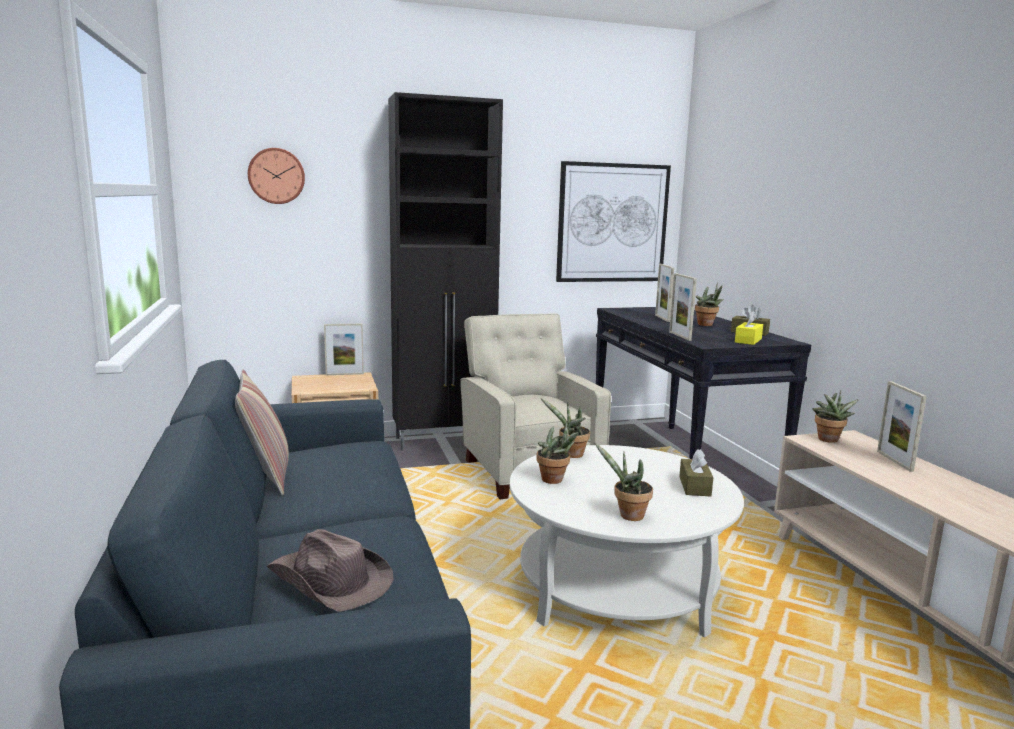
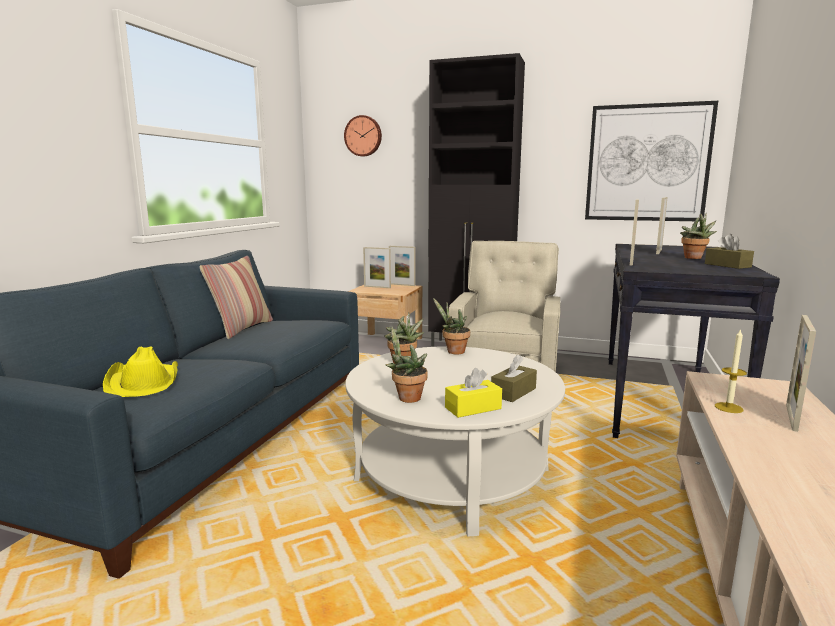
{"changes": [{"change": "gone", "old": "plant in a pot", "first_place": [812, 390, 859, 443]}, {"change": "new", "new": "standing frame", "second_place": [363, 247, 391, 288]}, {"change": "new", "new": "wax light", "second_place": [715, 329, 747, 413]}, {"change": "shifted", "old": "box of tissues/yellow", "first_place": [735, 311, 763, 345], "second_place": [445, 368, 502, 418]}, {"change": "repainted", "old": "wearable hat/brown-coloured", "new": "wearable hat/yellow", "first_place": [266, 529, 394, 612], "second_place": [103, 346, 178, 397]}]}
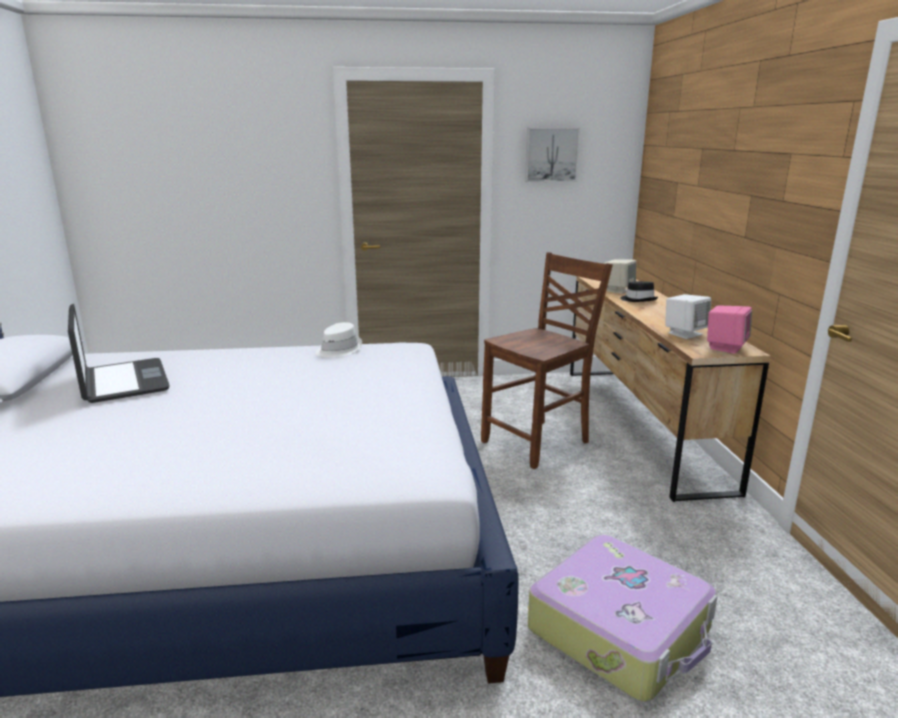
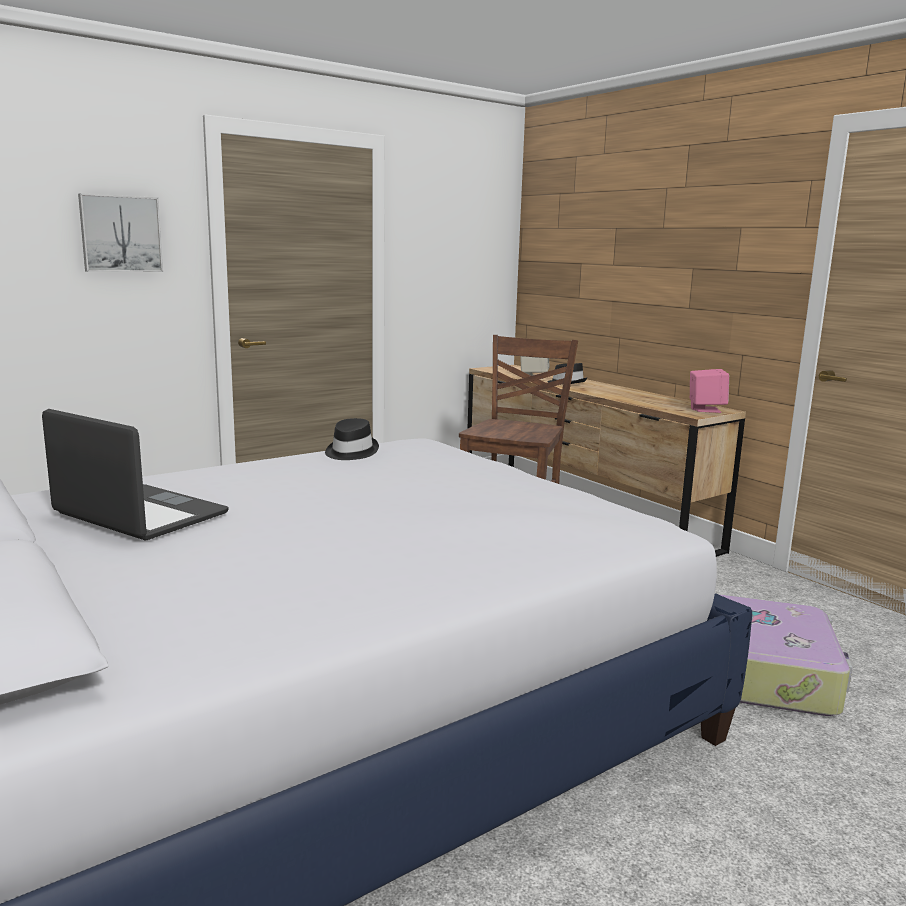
{"changes": [{"change": "gone", "old": "audio speaker/white", "first_place": [665, 294, 711, 339]}, {"change": "shifted", "old": "wall picture", "first_place": [525, 128, 580, 182], "second_place": [78, 193, 163, 272]}, {"change": "repainted", "old": "wearable hat/white", "new": "wearable hat/black-coloured", "first_place": [316, 322, 362, 357], "second_place": [325, 418, 379, 460]}]}
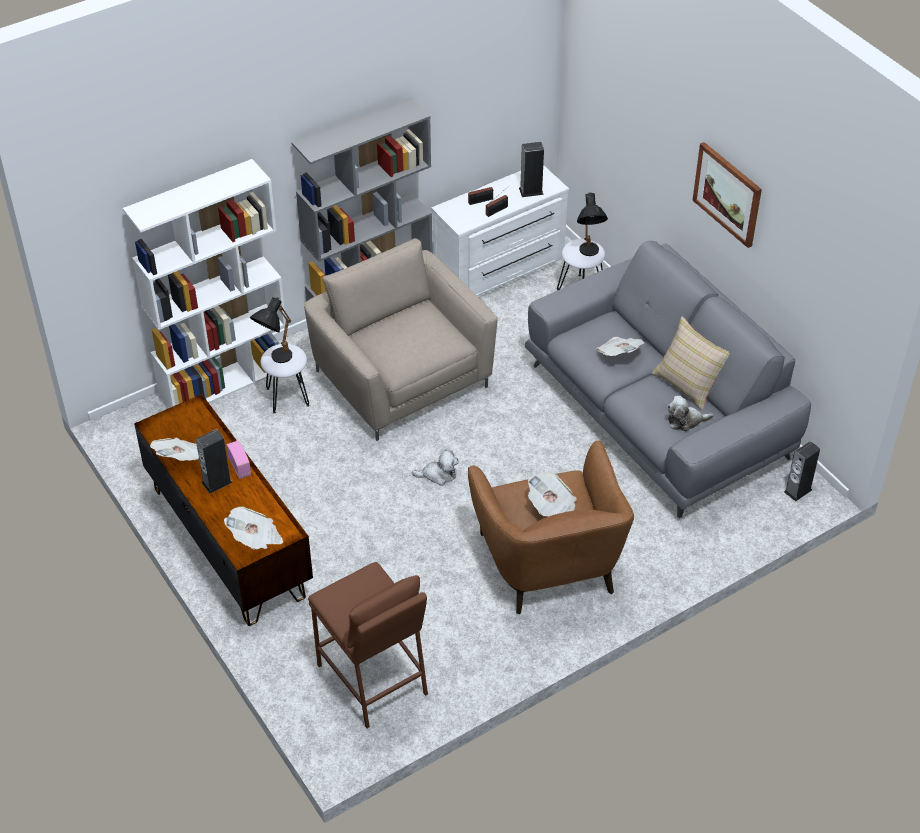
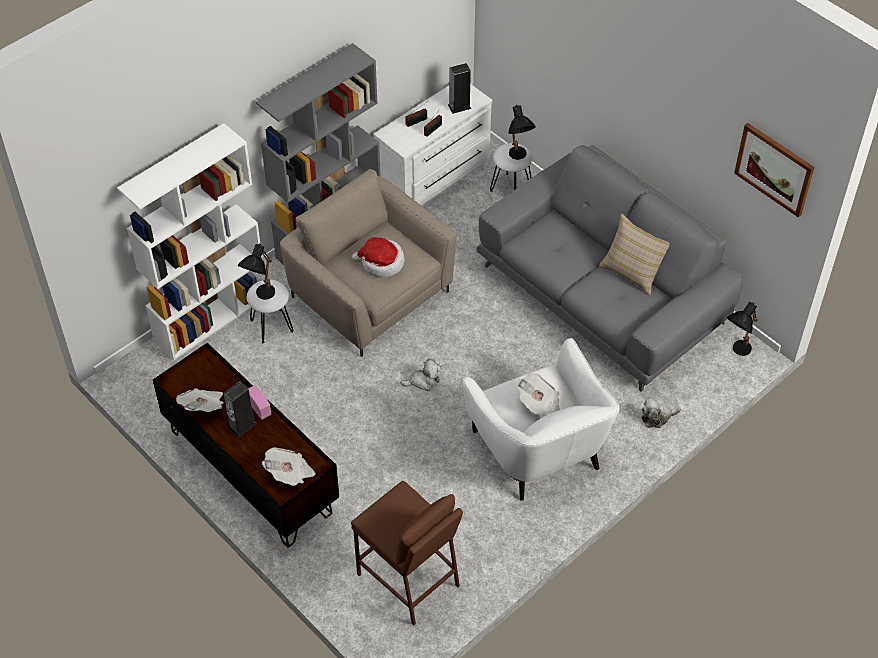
{"changes": [{"change": "gone", "old": "printed paper", "first_place": [596, 337, 644, 356]}, {"change": "new", "new": "wearable hat", "second_place": [352, 237, 405, 278]}, {"change": "shifted", "old": "cuddly toy", "first_place": [667, 396, 714, 431], "second_place": [641, 398, 681, 428]}, {"change": "shifted", "old": "wall picture", "first_place": [692, 142, 762, 248], "second_place": [734, 123, 815, 217]}, {"change": "swapped", "old": "audio speaker", "new": "lamp for a table/black-coloured", "first_place": [784, 441, 820, 502], "second_place": [726, 302, 757, 356]}, {"change": "repainted", "old": "armchair/brown-coloured", "new": "armchair/white", "first_place": [468, 441, 634, 614], "second_place": [461, 338, 620, 501]}]}
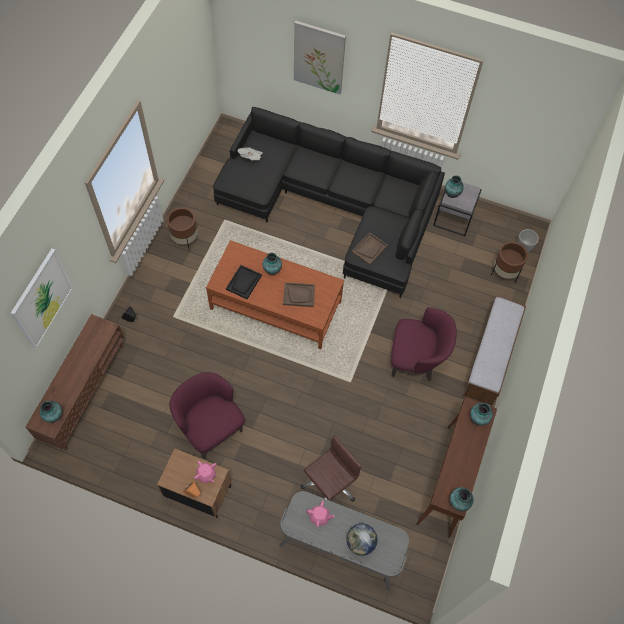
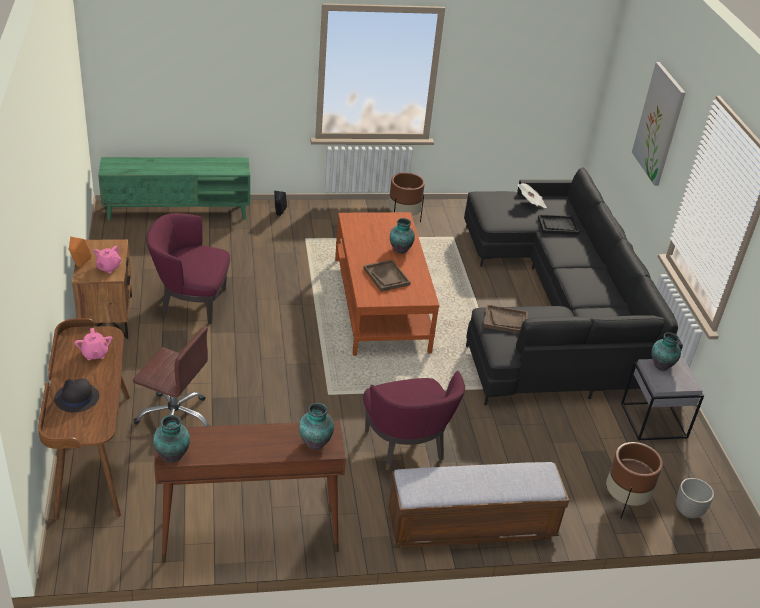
{"changes": [{"change": "gone", "old": "wall picture", "first_place": [11, 248, 73, 349]}, {"change": "gone", "old": "flower vase", "first_place": [40, 401, 62, 423]}, {"change": "shifted", "old": "tray/black-coloured", "first_place": [226, 265, 262, 299], "second_place": [538, 214, 580, 235]}, {"change": "swapped", "old": "world globe", "new": "wearable hat/black-coloured", "first_place": [347, 524, 378, 556], "second_place": [54, 378, 99, 412]}, {"change": "repainted", "old": "media console/brown-coloured", "new": "media console/greenish", "first_place": [26, 314, 124, 450], "second_place": [98, 157, 250, 220]}, {"change": "repainted", "old": "desk/gray", "new": "desk/brown-coloured", "first_place": [279, 491, 409, 591], "second_place": [38, 318, 130, 520]}, {"change": "rotated", "old": "armchair/purplish", "first_place": [169, 372, 245, 459], "second_place": [146, 213, 230, 324], "degrees": -105}]}
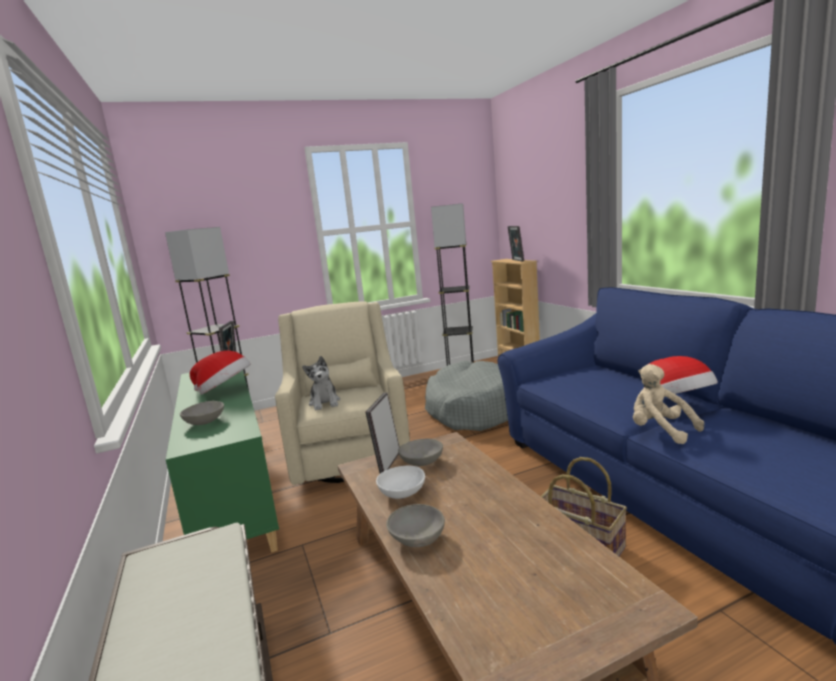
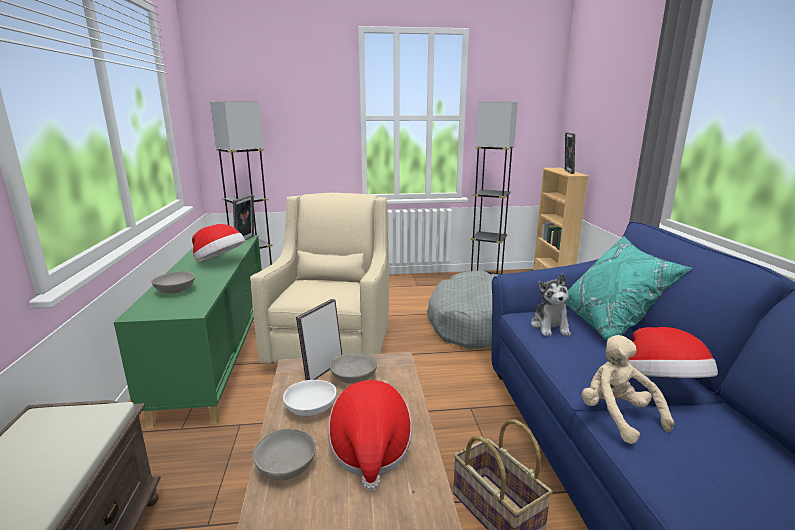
{"changes": [{"change": "new", "new": "wearable hat", "second_place": [328, 380, 412, 490]}, {"change": "new", "new": "throw pillow/blue-green", "second_place": [566, 237, 692, 341]}, {"change": "shifted", "old": "cuddly toy", "first_place": [302, 356, 340, 410], "second_place": [531, 274, 571, 336]}]}
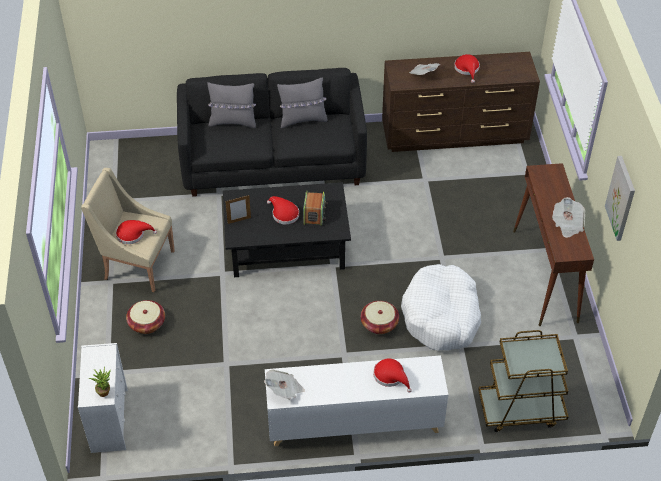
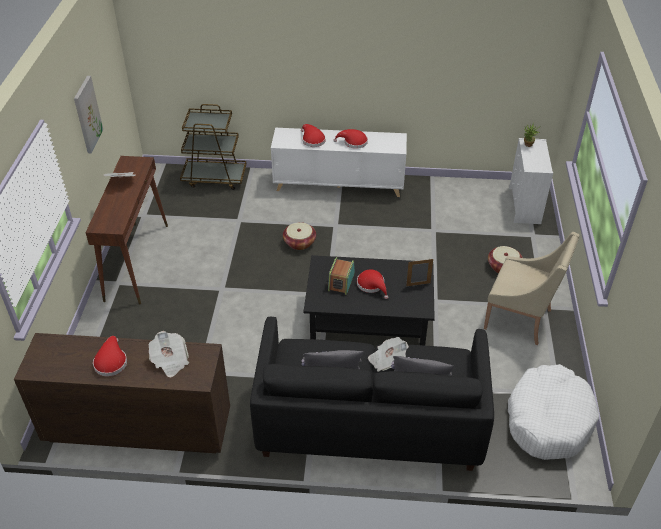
{"changes": [{"change": "shifted", "old": "wearable hat/red", "first_place": [116, 220, 157, 244], "second_place": [333, 129, 368, 149]}, {"change": "shifted", "old": "printed paper", "first_place": [264, 369, 305, 399], "second_place": [368, 337, 409, 372]}, {"change": "shifted", "old": "pet bed/white", "first_place": [401, 264, 481, 351], "second_place": [508, 364, 599, 460]}]}
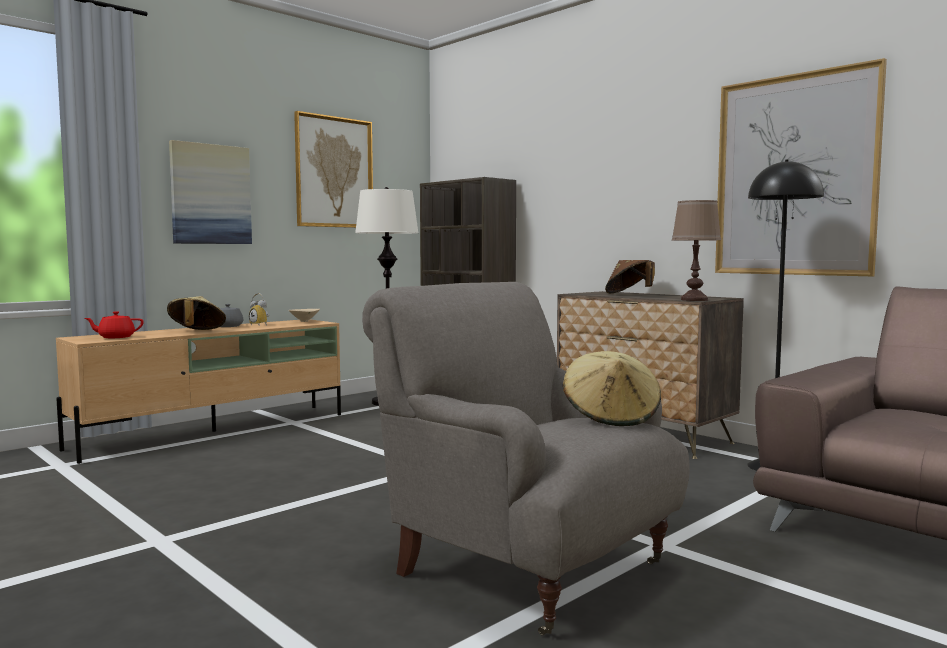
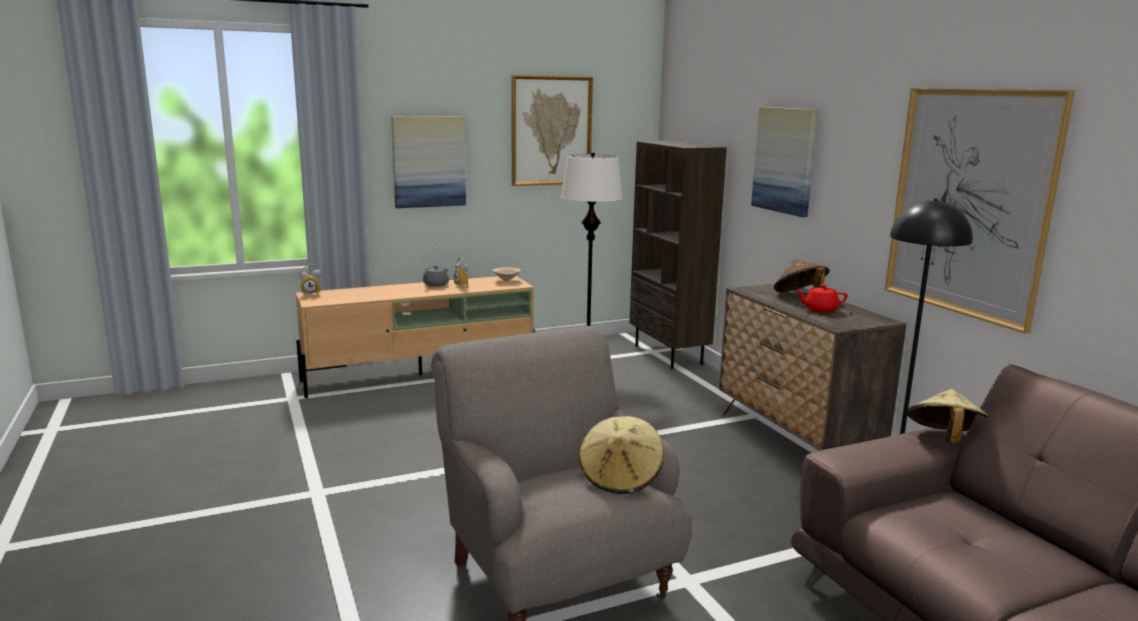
{"changes": [{"change": "gone", "old": "lamp for a table/brown-coloured", "first_place": [672, 200, 721, 301]}, {"change": "new", "new": "alarm clock", "second_place": [299, 264, 321, 296]}, {"change": "new", "new": "wall picture", "second_place": [751, 107, 818, 217]}, {"change": "shifted", "old": "tea pot/red", "first_place": [85, 311, 144, 338], "second_place": [796, 284, 847, 313]}, {"change": "shifted", "old": "wearable hat/beige-coloured", "first_place": [167, 296, 226, 330], "second_place": [906, 389, 988, 444]}]}
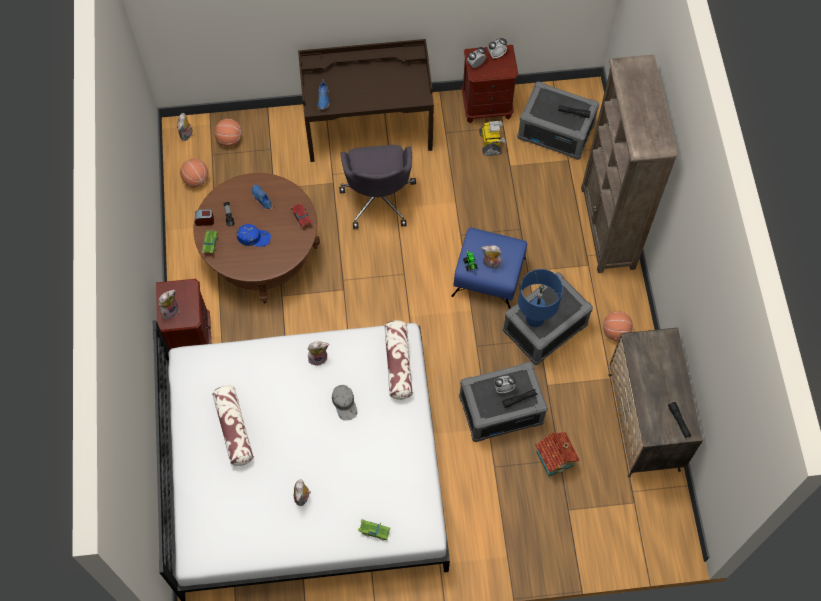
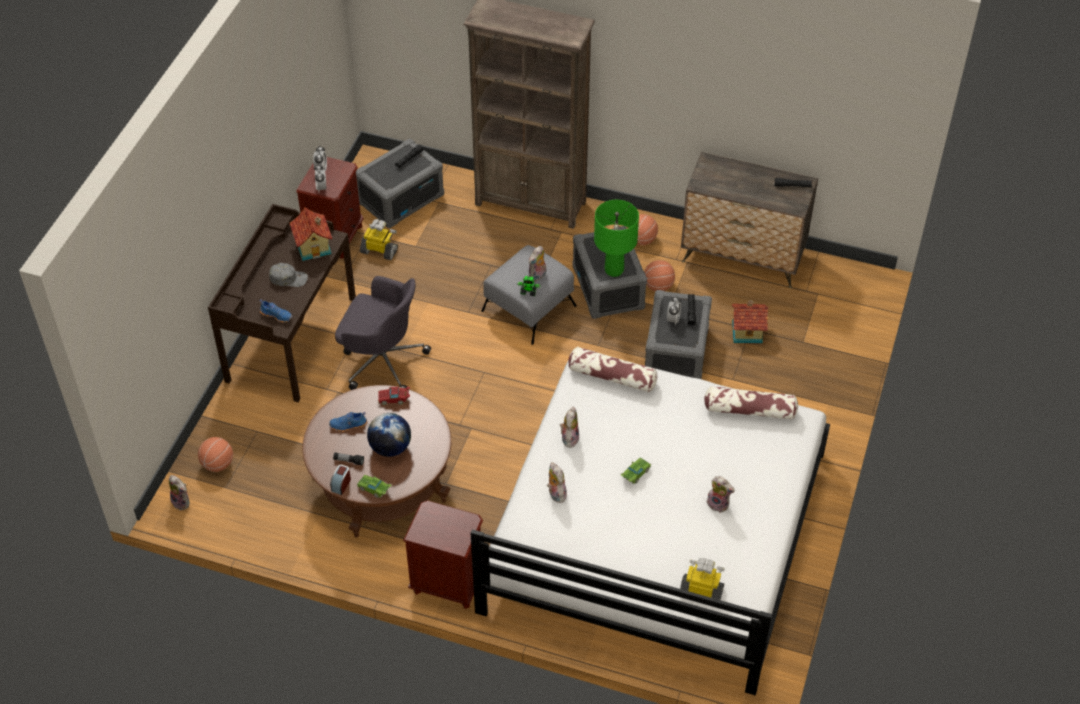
{"changes": [{"change": "new", "new": "miniature house", "second_place": [290, 207, 332, 261]}, {"change": "new", "new": "model robot", "second_place": [680, 558, 725, 600]}, {"change": "shifted", "old": "cuddly toy", "first_place": [158, 290, 179, 319], "second_place": [547, 462, 567, 503]}, {"change": "shifted", "old": "basketball", "first_place": [180, 159, 208, 187], "second_place": [644, 260, 675, 291]}, {"change": "shifted", "old": "throw pillow", "first_place": [212, 385, 254, 466], "second_place": [704, 386, 798, 420]}, {"change": "shifted", "old": "cap/gray", "first_place": [332, 385, 358, 421], "second_place": [269, 263, 308, 287]}, {"change": "shifted", "old": "model car/greenish", "first_place": [358, 519, 391, 540], "second_place": [621, 457, 651, 484]}, {"change": "swapped", "old": "cap/blue-coloured", "new": "world globe", "first_place": [237, 224, 271, 247], "second_place": [367, 413, 411, 457]}, {"change": "repainted", "old": "pouffe/blue-coloured", "new": "pouffe/gray", "first_place": [451, 228, 527, 309], "second_place": [481, 245, 577, 345]}, {"change": "repainted", "old": "lamp for a table/blue-coloured", "new": "lamp for a table/greenish", "first_place": [518, 269, 563, 327], "second_place": [594, 200, 639, 277]}]}
